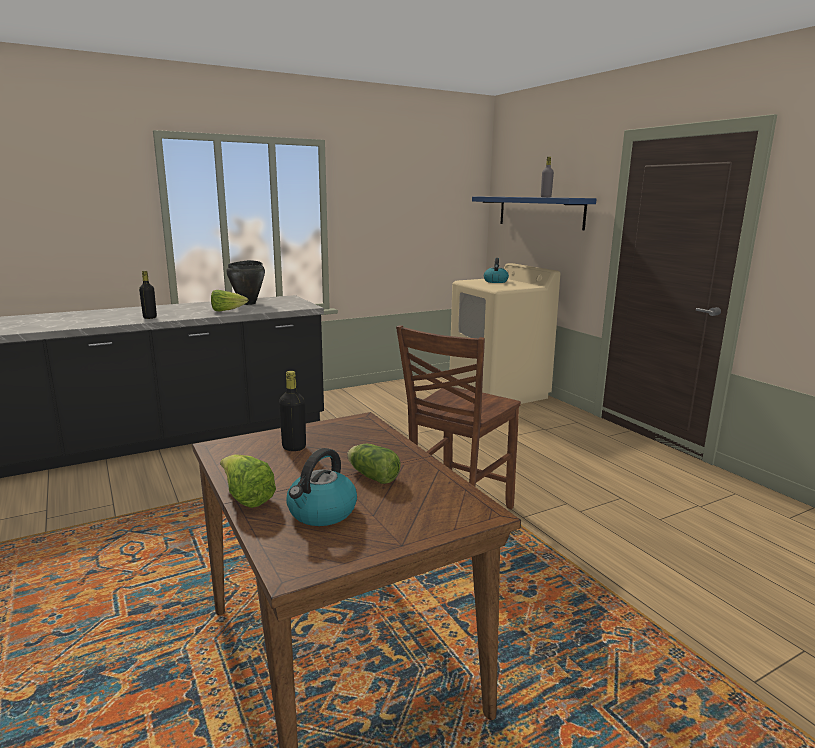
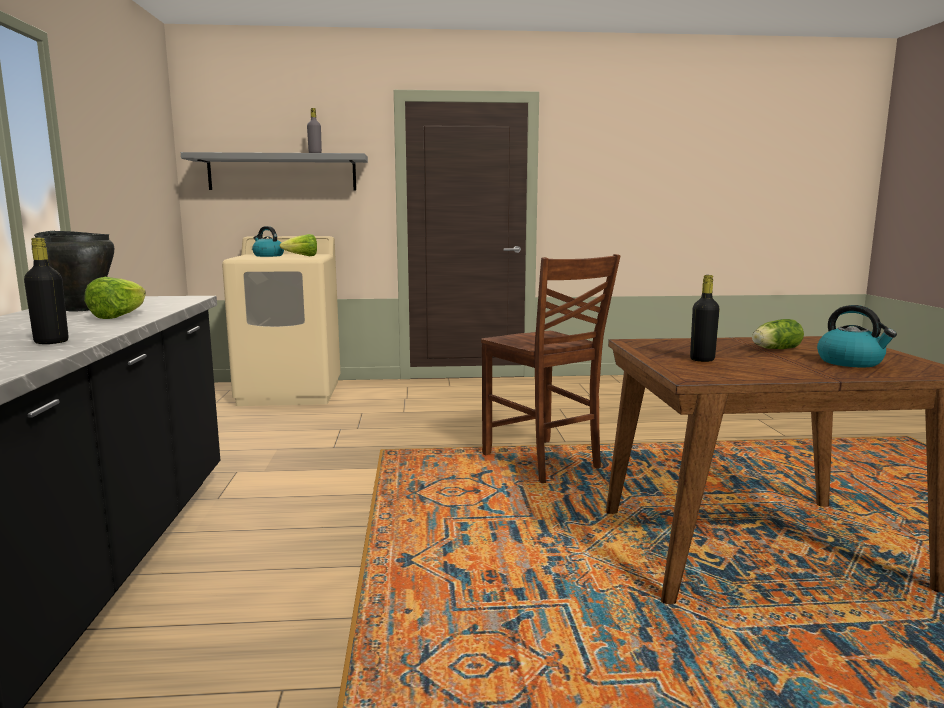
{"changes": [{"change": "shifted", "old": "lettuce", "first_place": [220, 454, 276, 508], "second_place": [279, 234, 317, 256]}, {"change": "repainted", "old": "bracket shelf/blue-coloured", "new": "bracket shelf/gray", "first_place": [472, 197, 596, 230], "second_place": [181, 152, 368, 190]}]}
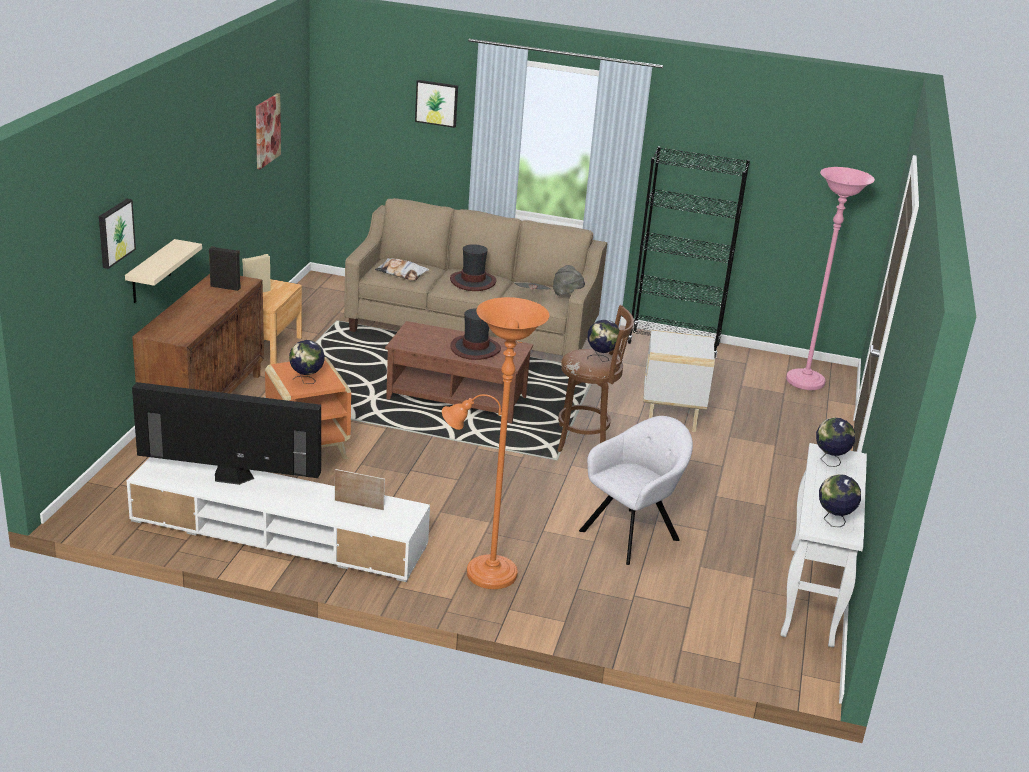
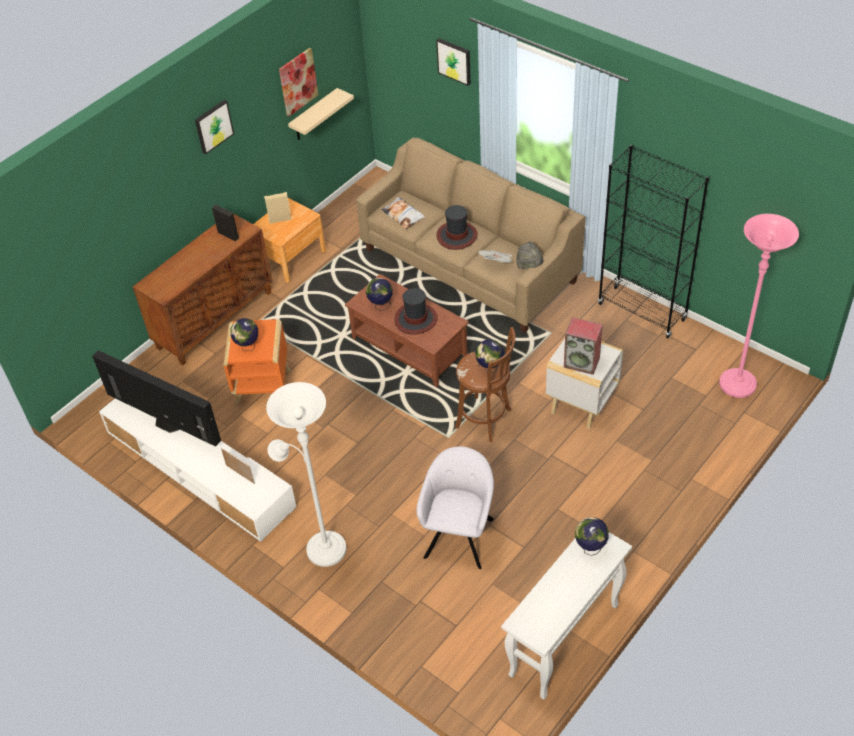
{"changes": [{"change": "new", "new": "audio speaker", "second_place": [564, 318, 603, 375]}, {"change": "shifted", "old": "wall picture", "first_place": [99, 199, 136, 269], "second_place": [195, 100, 234, 154]}, {"change": "shifted", "old": "bracket shelf/beige-coloured", "first_place": [125, 239, 202, 303], "second_place": [288, 88, 354, 140]}, {"change": "shifted", "old": "world globe", "first_place": [819, 474, 861, 527], "second_place": [366, 278, 393, 311]}, {"change": "repainted", "old": "floor lamp/orangey", "new": "floor lamp/white", "first_place": [442, 297, 549, 589], "second_place": [266, 382, 346, 567]}, {"change": "rotated", "old": "armchair/gray", "first_place": [579, 416, 693, 565], "second_place": [417, 447, 494, 569], "degrees": -60}]}
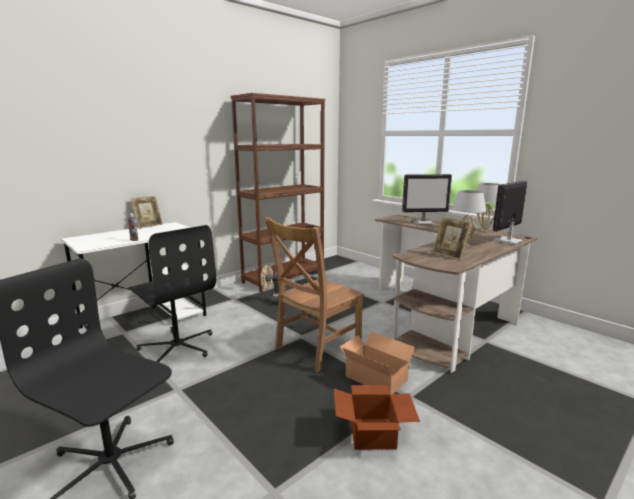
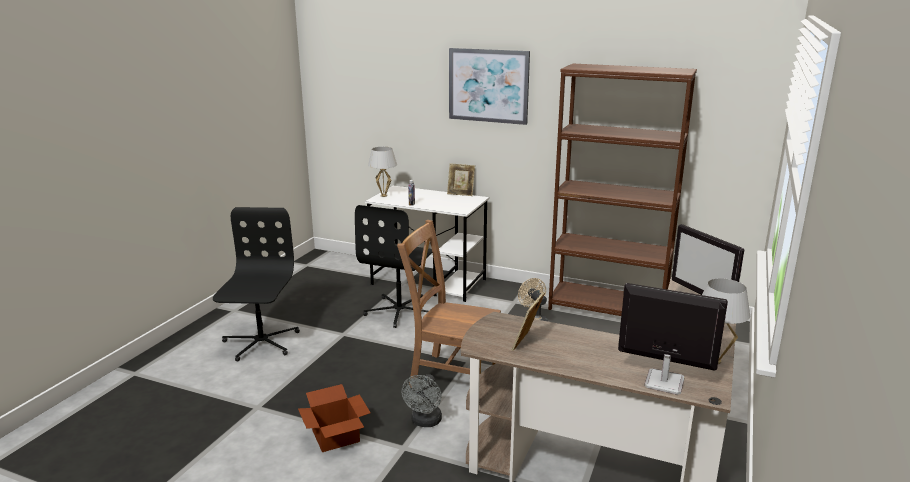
{"changes": [{"change": "new", "new": "wall picture", "second_place": [449, 48, 530, 125]}, {"change": "shifted", "old": "lamp for a table/white", "first_place": [452, 190, 486, 246], "second_place": [368, 147, 397, 197]}, {"change": "swapped", "old": "cardboard box", "new": "electric fan/gray", "first_place": [340, 331, 415, 394], "second_place": [402, 374, 442, 427]}]}
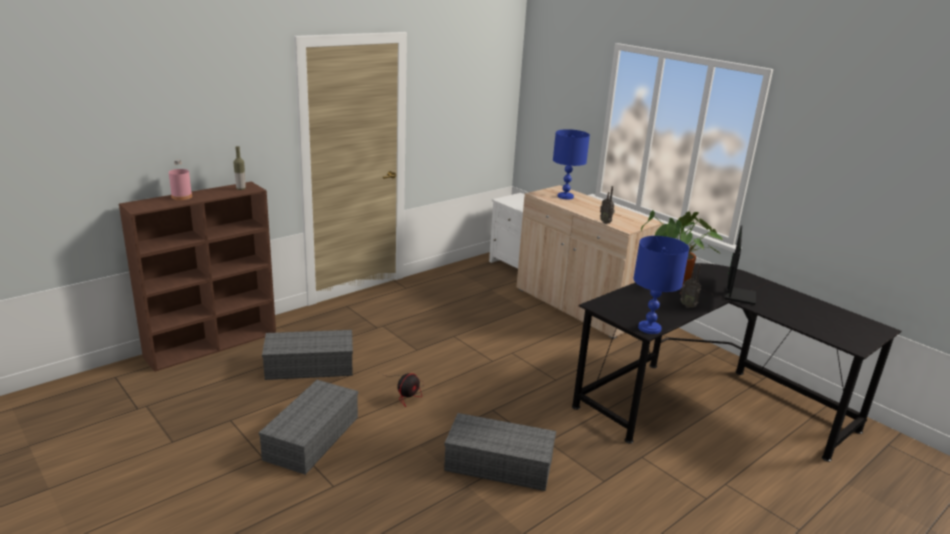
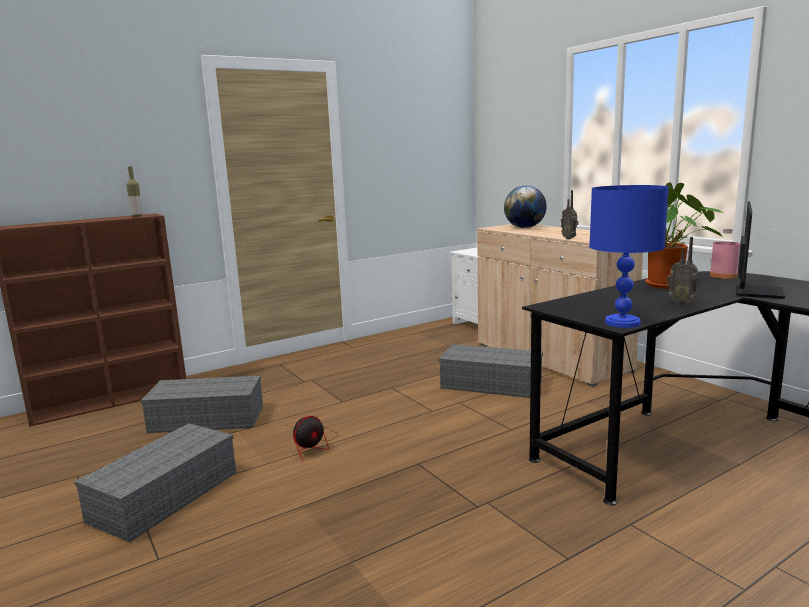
{"changes": [{"change": "shifted", "old": "drink bottle/pinkish", "first_place": [169, 160, 192, 200], "second_place": [710, 228, 740, 279]}, {"change": "shifted", "old": "storage bin/gray", "first_place": [444, 413, 556, 491], "second_place": [439, 344, 543, 398]}, {"change": "swapped", "old": "lamp for a table/blue-coloured", "new": "world globe", "first_place": [553, 129, 590, 200], "second_place": [504, 186, 547, 228]}]}
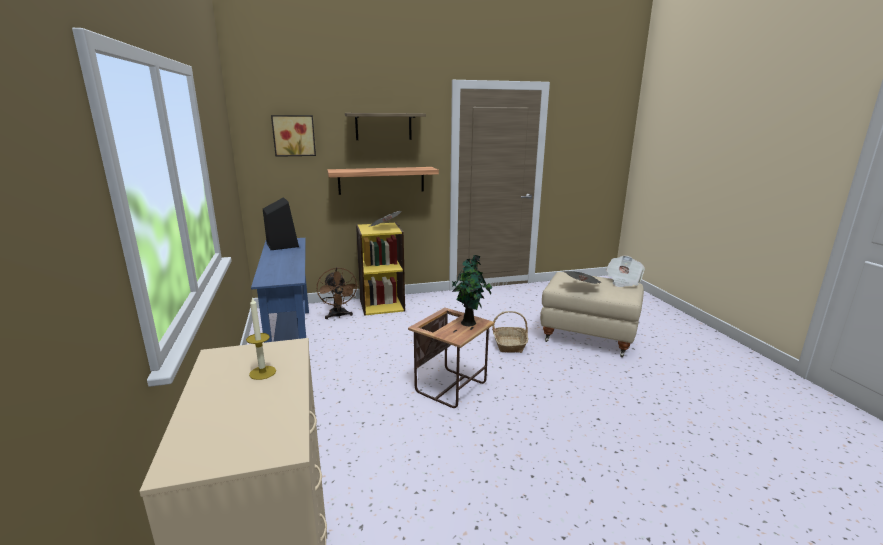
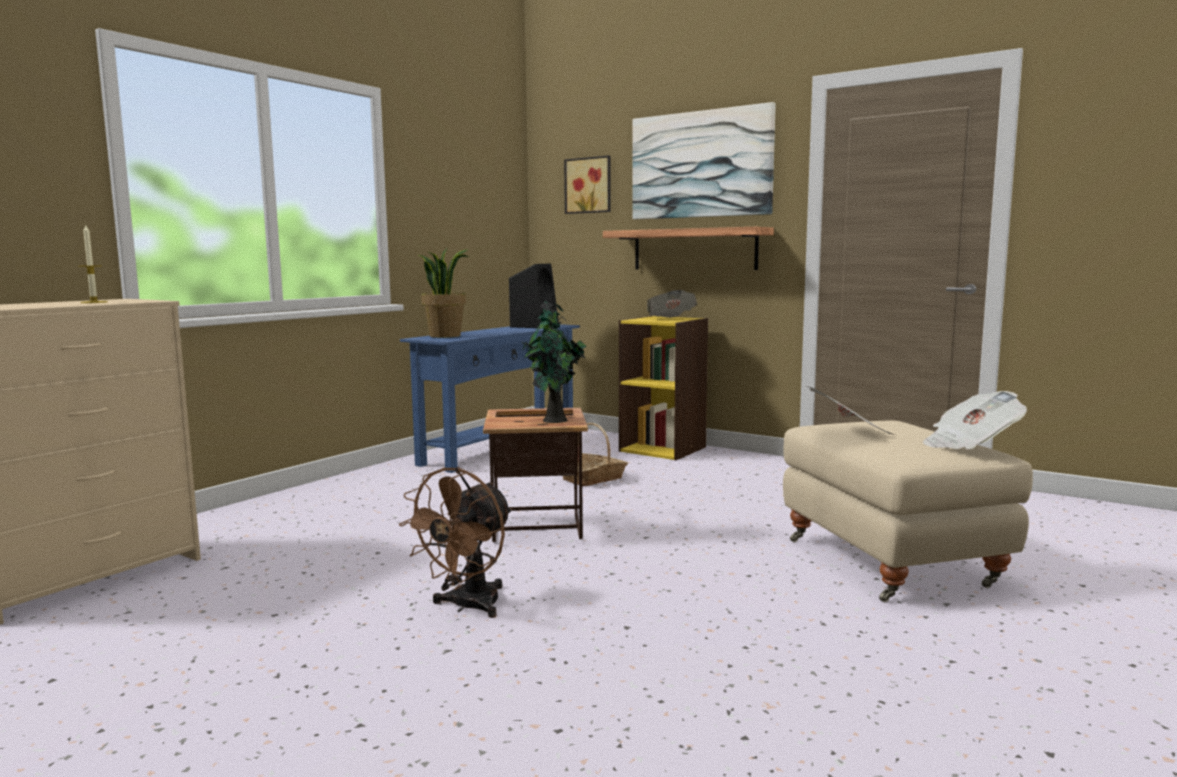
{"changes": [{"change": "new", "new": "plant in a pot", "second_place": [418, 248, 469, 338]}, {"change": "shifted", "old": "electric fan/brown-coloured", "first_place": [317, 267, 358, 319], "second_place": [399, 467, 512, 618]}, {"change": "shifted", "old": "household basket", "first_place": [493, 311, 528, 353], "second_place": [563, 423, 628, 486]}, {"change": "swapped", "old": "bracket shelf", "new": "wall picture", "first_place": [345, 113, 426, 140], "second_place": [632, 102, 776, 219]}]}
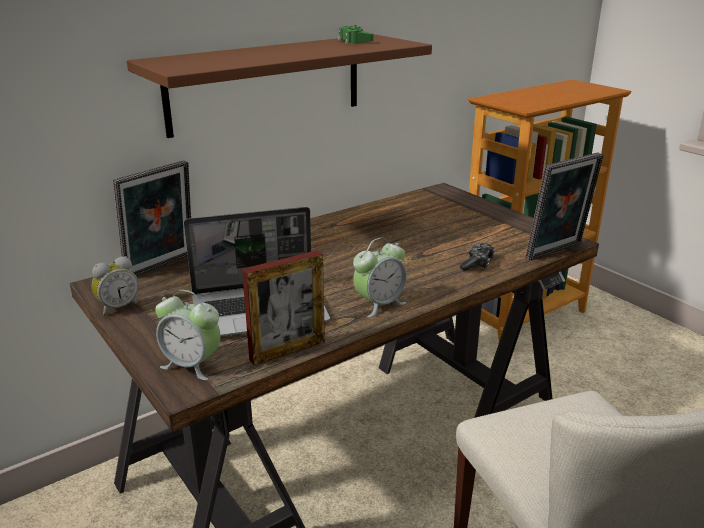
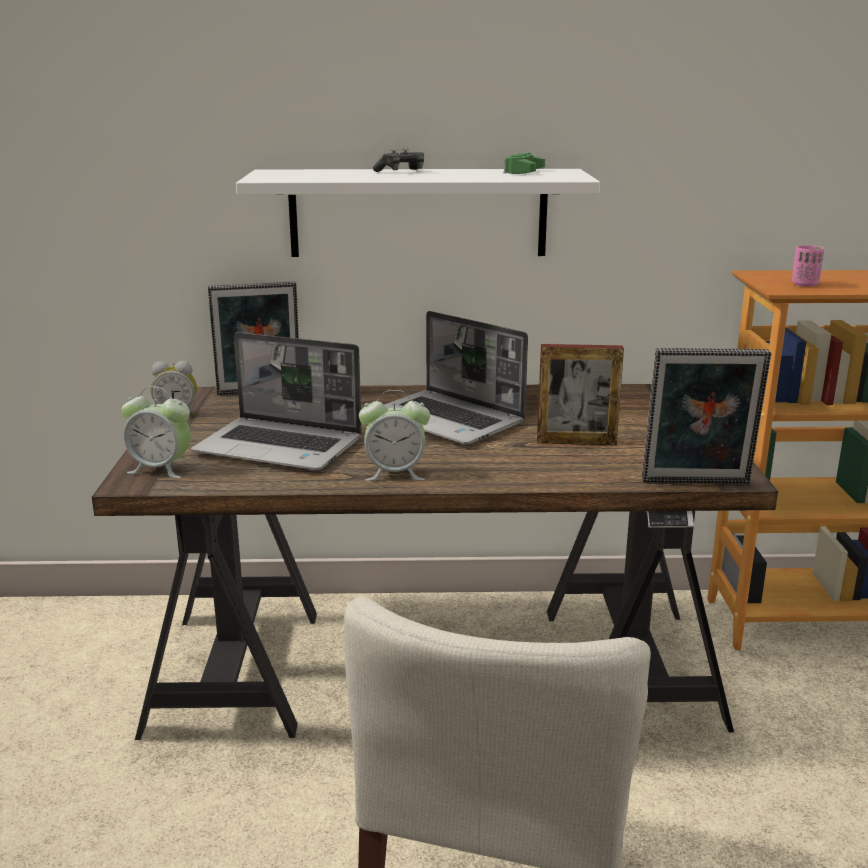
{"changes": [{"change": "new", "new": "portable computer", "second_place": [384, 311, 528, 445]}, {"change": "new", "new": "cup/pinkish", "second_place": [792, 245, 824, 287]}, {"change": "shifted", "old": "standing frame", "first_place": [242, 250, 325, 365], "second_place": [537, 344, 624, 445]}, {"change": "shifted", "old": "joypad", "first_place": [460, 243, 495, 271], "second_place": [373, 148, 424, 172]}, {"change": "repainted", "old": "bracket shelf/brown-coloured", "new": "bracket shelf/white", "first_place": [127, 35, 432, 138], "second_place": [236, 169, 600, 257]}, {"change": "rotated", "old": "alarm clock", "first_place": [155, 290, 221, 380], "second_place": [122, 387, 191, 478], "degrees": -45}]}
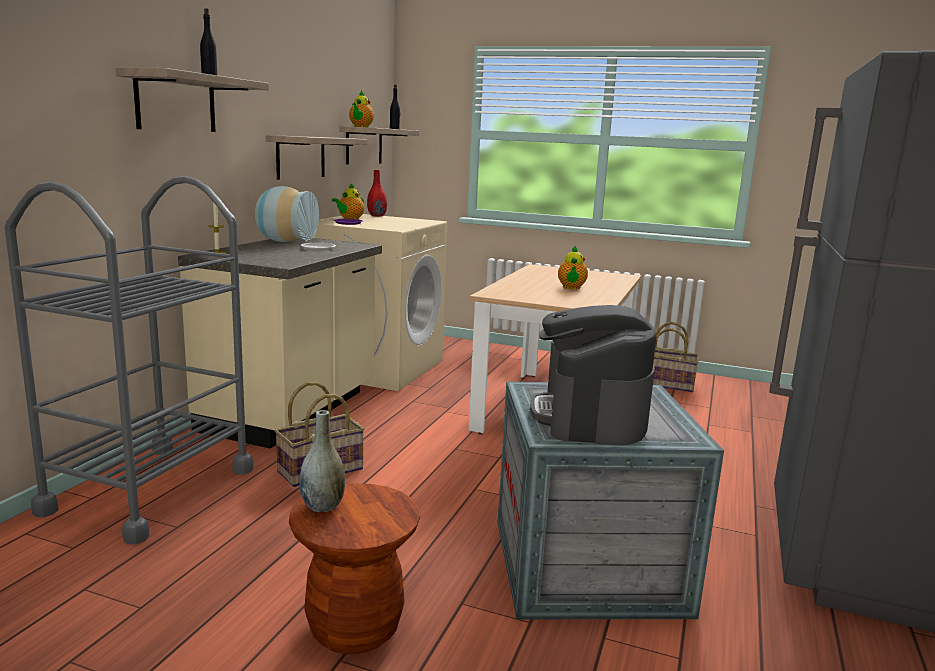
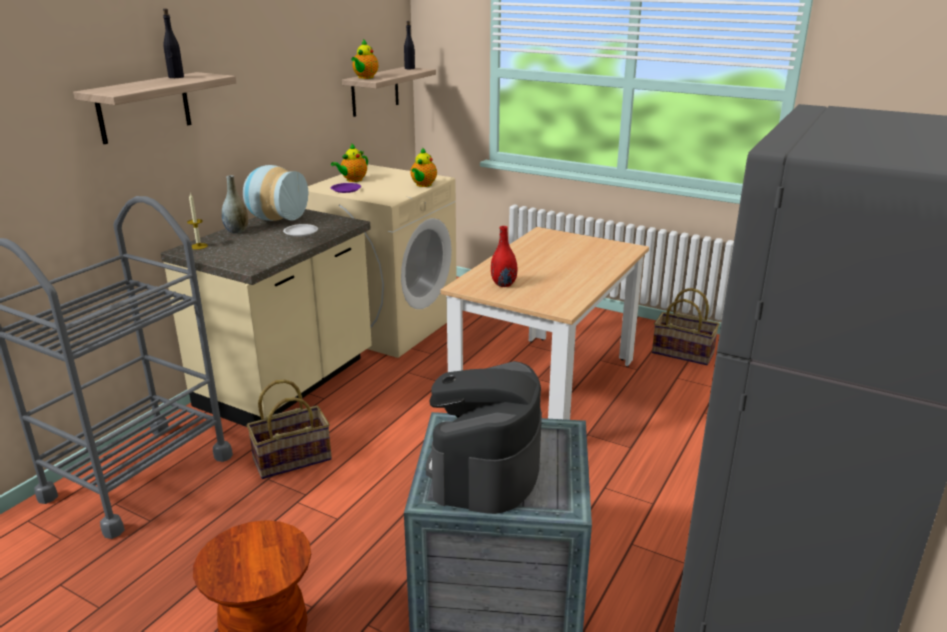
{"changes": [{"change": "gone", "old": "bracket shelf", "first_place": [266, 135, 368, 180]}, {"change": "shifted", "old": "flower vase/gray", "first_place": [300, 410, 345, 512], "second_place": [222, 175, 248, 234]}, {"change": "shifted", "old": "flower vase/red", "first_place": [367, 170, 387, 217], "second_place": [491, 226, 518, 287]}, {"change": "shifted", "old": "tea pot", "first_place": [558, 246, 588, 289], "second_place": [410, 147, 437, 187]}]}
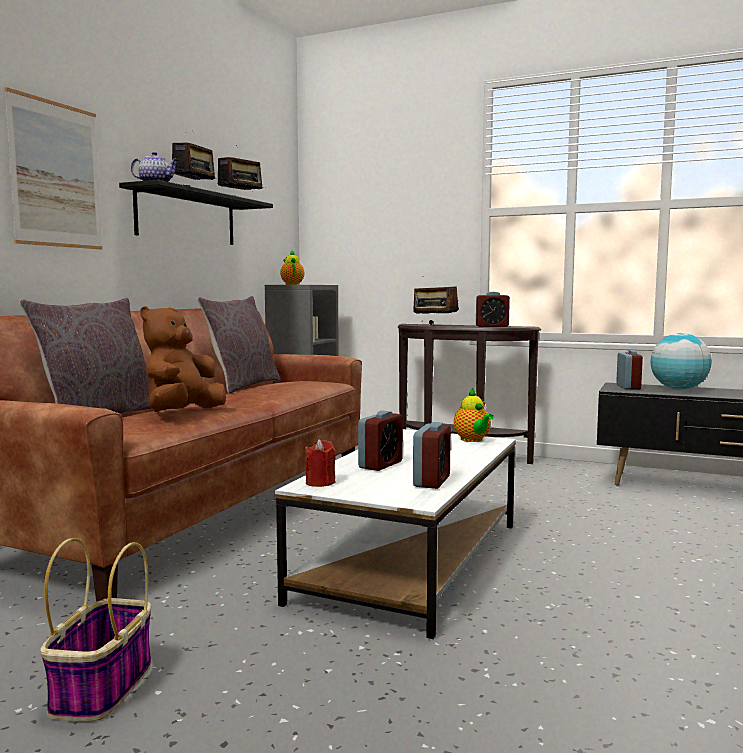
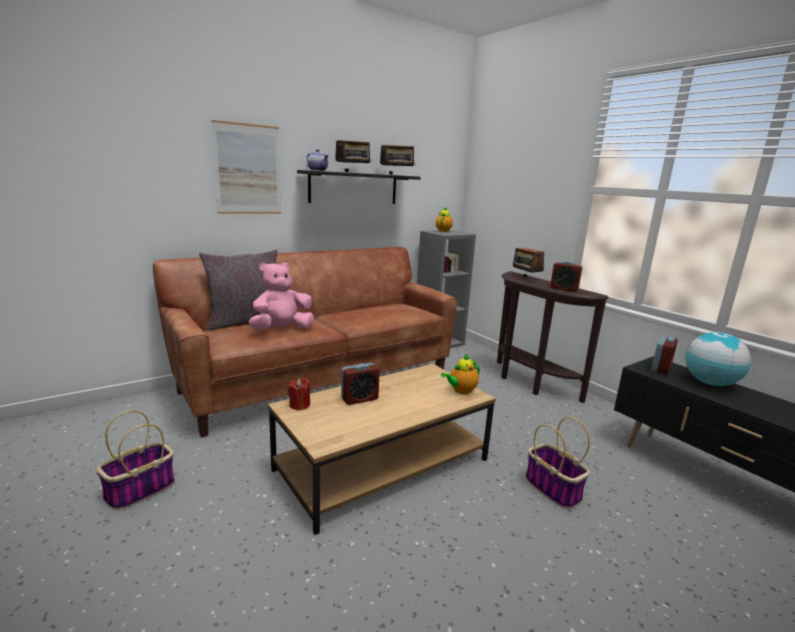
{"changes": [{"change": "gone", "old": "throw pillow/gray", "first_place": [197, 296, 281, 394]}, {"change": "gone", "old": "alarm clock", "first_place": [413, 422, 451, 489]}, {"change": "new", "new": "household basket", "second_place": [526, 417, 590, 509]}, {"change": "repainted", "old": "cuddly toy/brown-coloured", "new": "cuddly toy/pinkish", "first_place": [140, 306, 226, 412], "second_place": [249, 262, 314, 330]}, {"change": "repainted", "old": "low table/white", "new": "low table/brown-coloured", "first_place": [275, 429, 516, 639], "second_place": [268, 364, 496, 535]}, {"change": "rotated", "old": "tea pot", "first_place": [454, 388, 494, 442], "second_place": [441, 354, 480, 394], "degrees": 45}]}
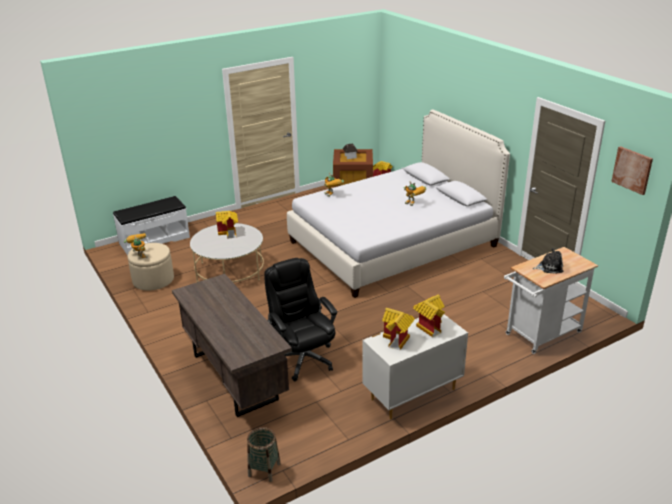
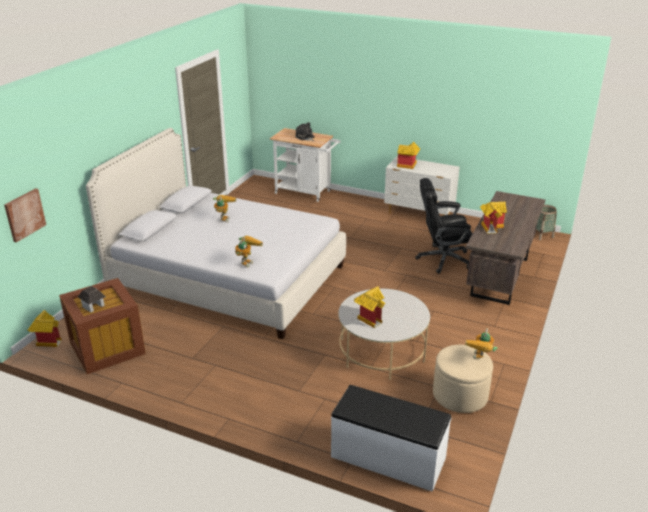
{"changes": [{"change": "shifted", "old": "miniature house", "first_place": [382, 308, 415, 350], "second_place": [480, 202, 507, 234]}, {"change": "shifted", "old": "wall picture", "first_place": [611, 146, 653, 195], "second_place": [4, 188, 46, 243]}, {"change": "rotated", "old": "desk chair/black-coloured", "first_place": [264, 258, 337, 381], "second_place": [415, 178, 473, 274], "degrees": 60}]}
